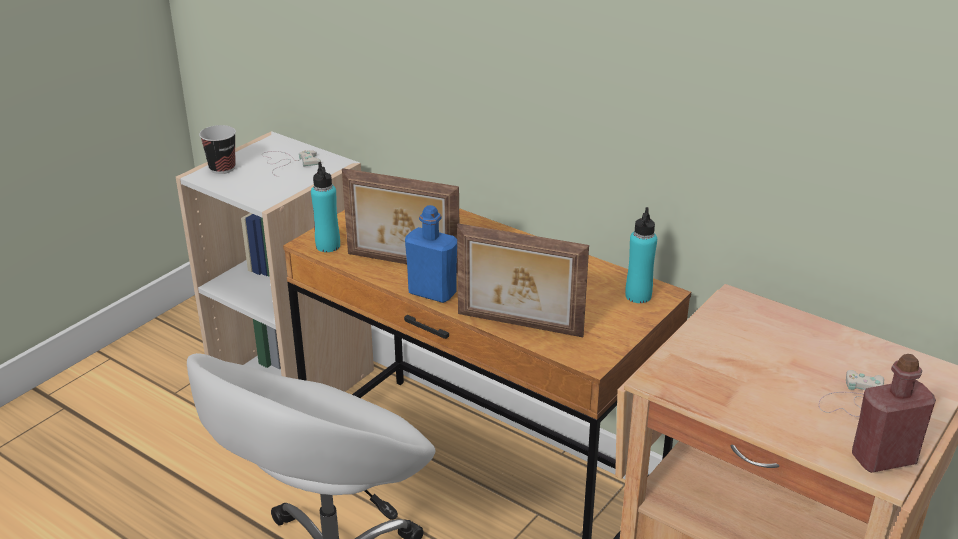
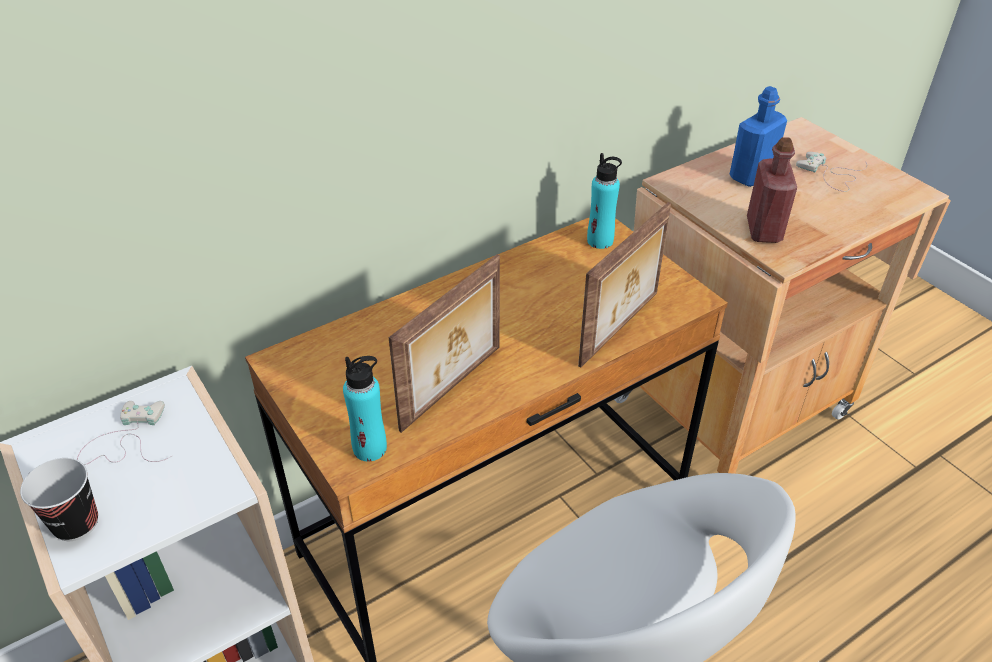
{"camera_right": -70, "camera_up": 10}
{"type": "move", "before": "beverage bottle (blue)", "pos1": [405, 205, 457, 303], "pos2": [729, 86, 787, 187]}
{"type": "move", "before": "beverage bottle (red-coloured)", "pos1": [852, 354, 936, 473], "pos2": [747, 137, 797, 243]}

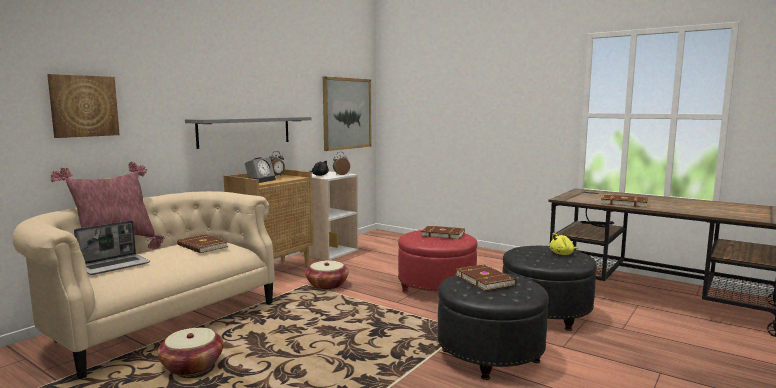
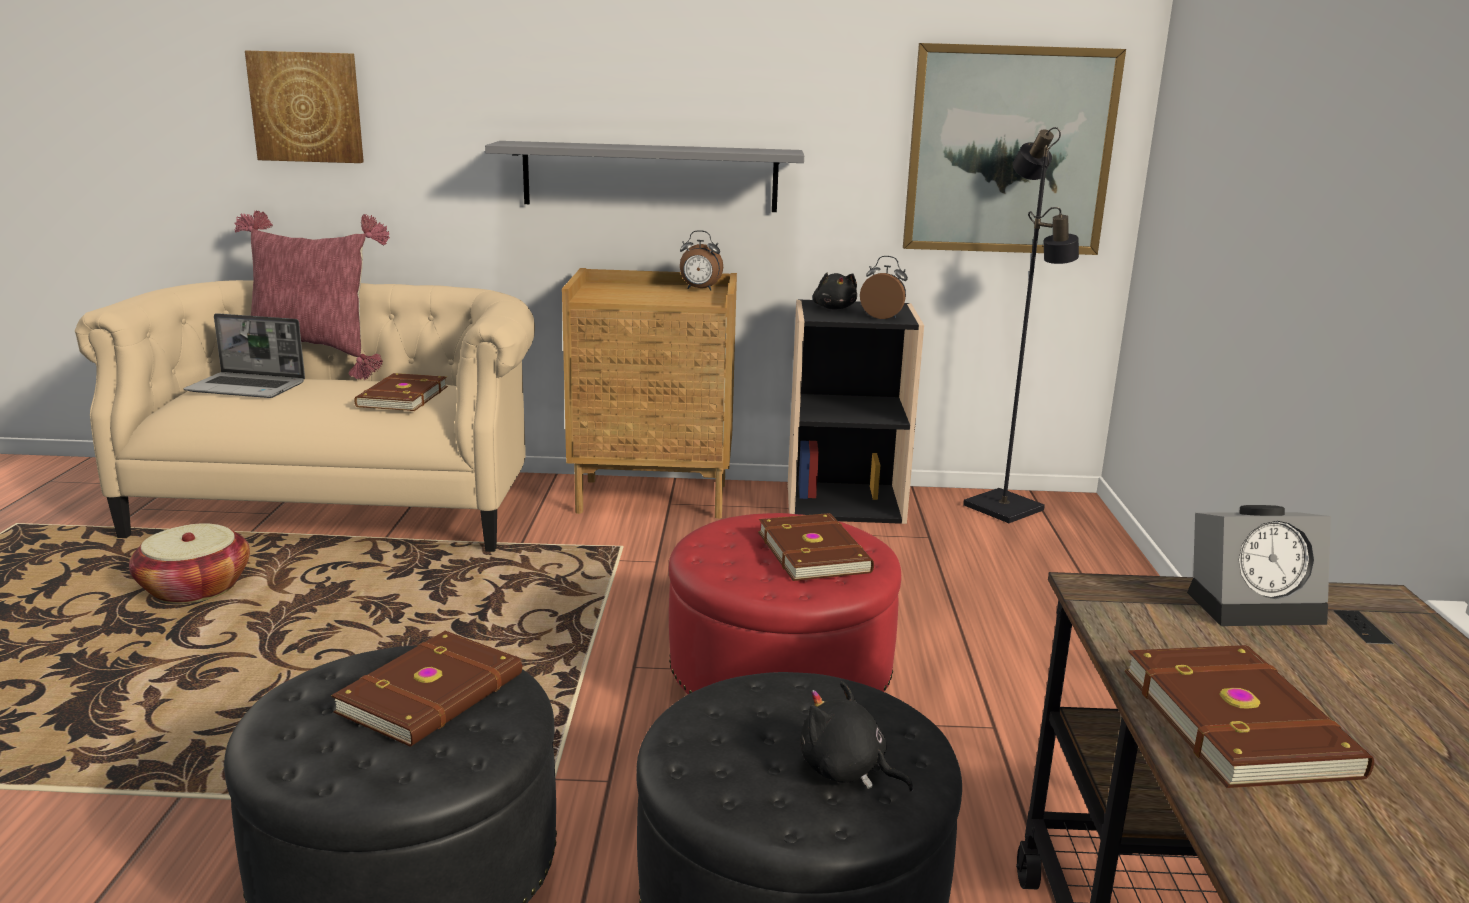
{"camera_right": 55, "camera_up": 10}
{"type": "move", "before": "bedside clock", "pos1": [245, 157, 276, 183], "pos2": [1187, 505, 1331, 626]}
{"type": "recolor", "before": "bookshelf (white)", "after": "bookshelf (black-coloured)", "pos1": [300, 171, 358, 261], "pos2": [787, 299, 924, 524]}
{"type": "delete", "before": "household basket", "pos1": [306, 261, 349, 290]}
{"type": "recolor", "before": "cuddly toy (yellow)", "after": "cuddly toy (black-coloured)", "pos1": [550, 233, 579, 255], "pos2": [800, 681, 913, 791]}
{"type": "insert", "after": "floor lamp (black-coloured)", "pos2": [963, 127, 1079, 523]}

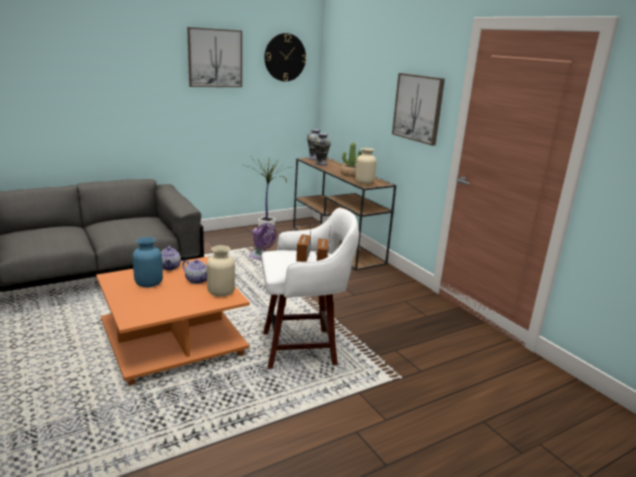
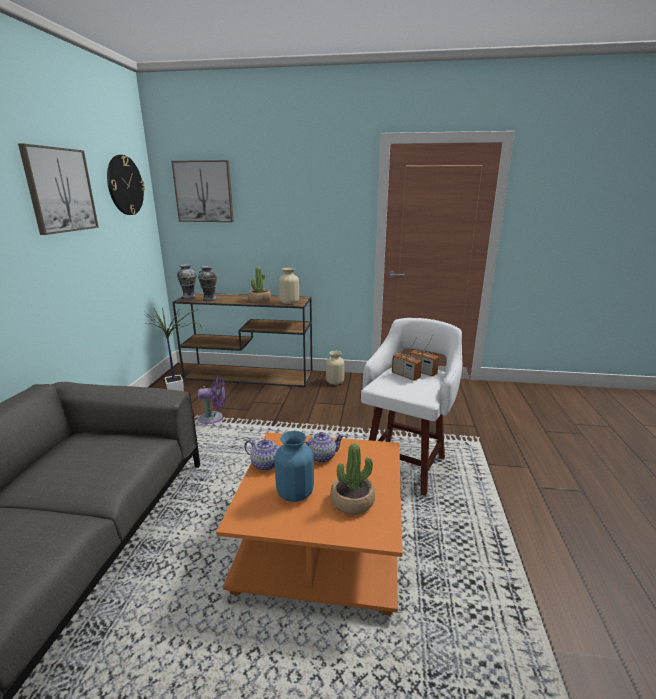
{"camera_right": -50, "camera_up": 0}
{"type": "move", "before": "vase (beige-coloured)", "pos1": [207, 245, 235, 297], "pos2": [326, 351, 345, 385]}
{"type": "move", "before": "wall art", "pos1": [392, 73, 445, 146], "pos2": [171, 160, 234, 222]}
{"type": "insert", "after": "potted plant", "pos2": [330, 443, 375, 515]}

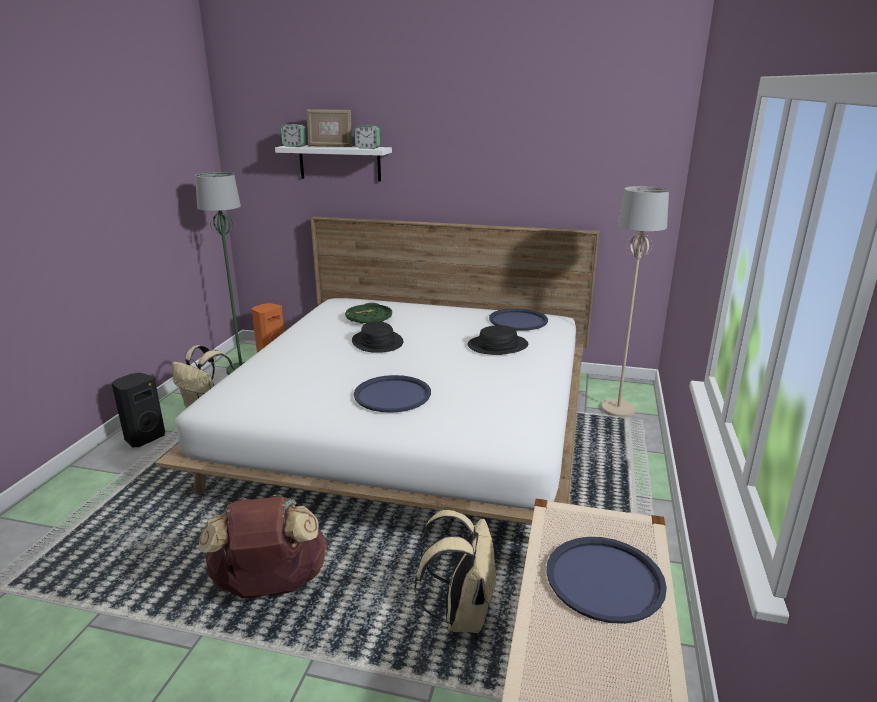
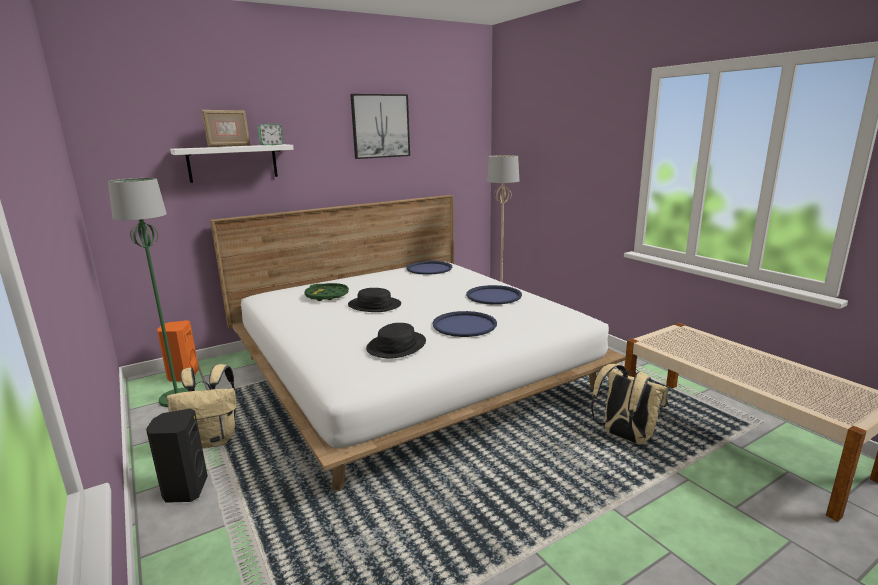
{"camera_right": -45, "camera_up": -5}
{"type": "delete", "before": "backpack (brownish)", "pos1": [199, 495, 328, 598]}
{"type": "delete", "before": "bedside clock", "pos1": [281, 124, 306, 147]}
{"type": "move", "before": "clothing hat (black-coloured)", "pos1": [468, 325, 528, 355], "pos2": [366, 323, 426, 359]}
{"type": "move", "before": "serving tray (blue)", "pos1": [547, 537, 667, 624], "pos2": [466, 285, 522, 305]}
{"type": "insert", "after": "wall art", "pos2": [350, 94, 410, 159]}

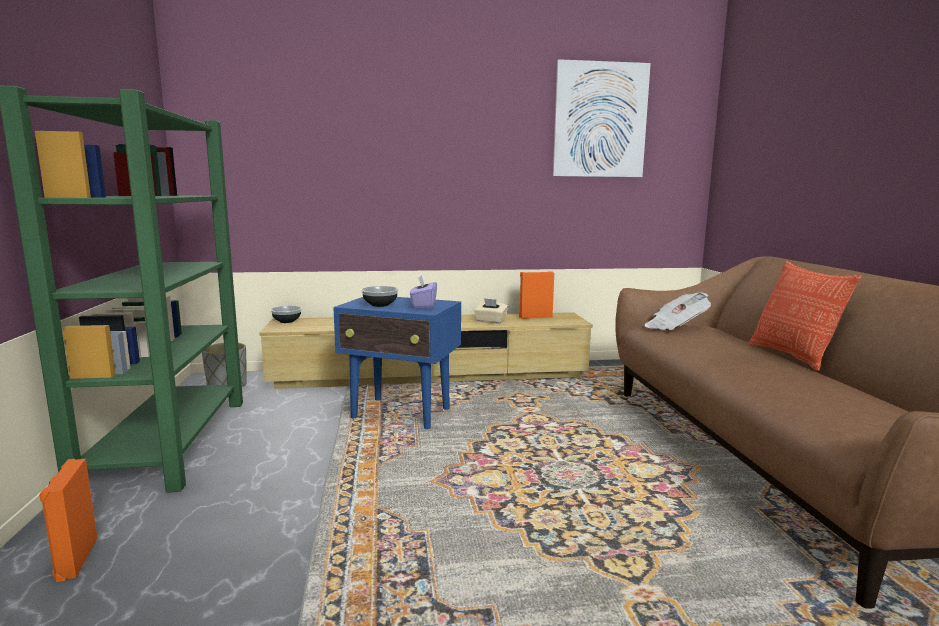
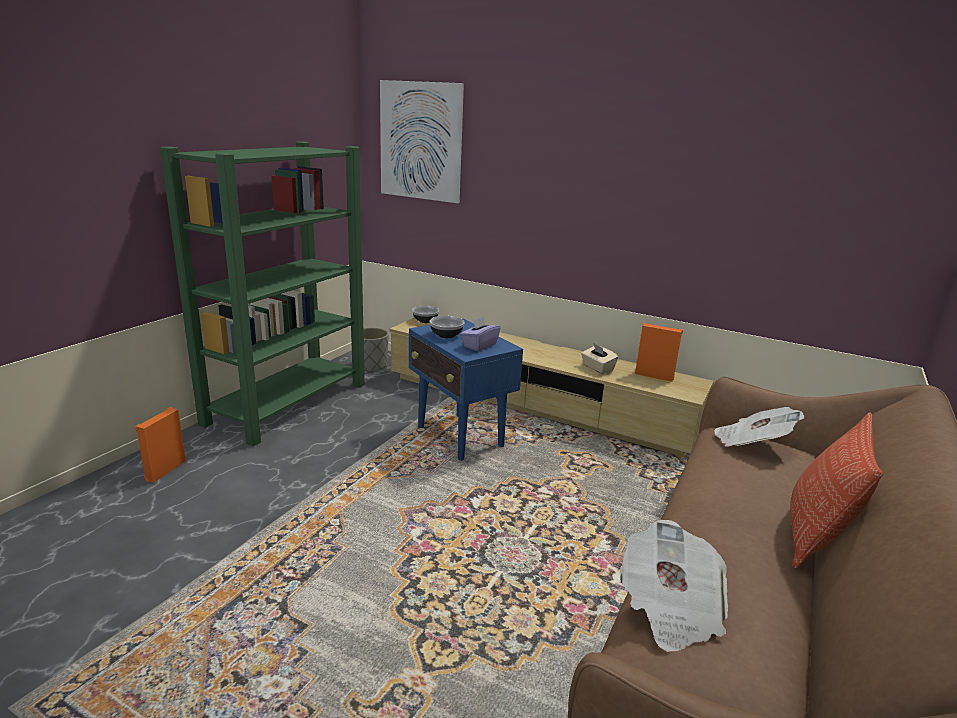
{"camera_right": 35, "camera_up": 10}
{"type": "move", "before": "wall art", "pos1": [553, 59, 651, 177], "pos2": [380, 80, 464, 203]}
{"type": "insert", "after": "printed paper", "pos2": [620, 520, 728, 652]}

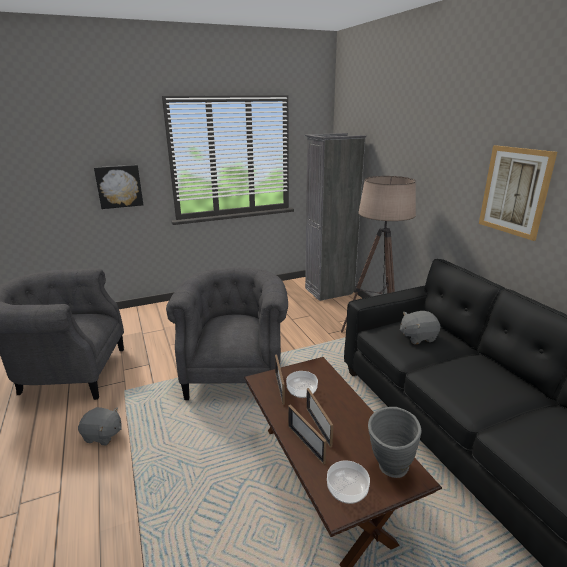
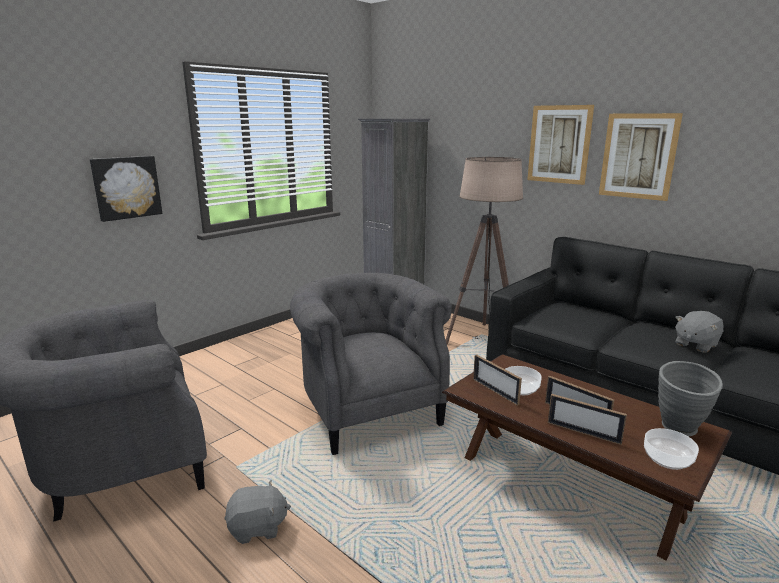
{"camera_right": -25, "camera_up": -5}
{"type": "move", "before": "cuddly toy (gray)", "pos1": [400, 311, 440, 344], "pos2": [675, 311, 724, 353]}
{"type": "insert", "after": "wall art", "pos2": [527, 105, 594, 185]}

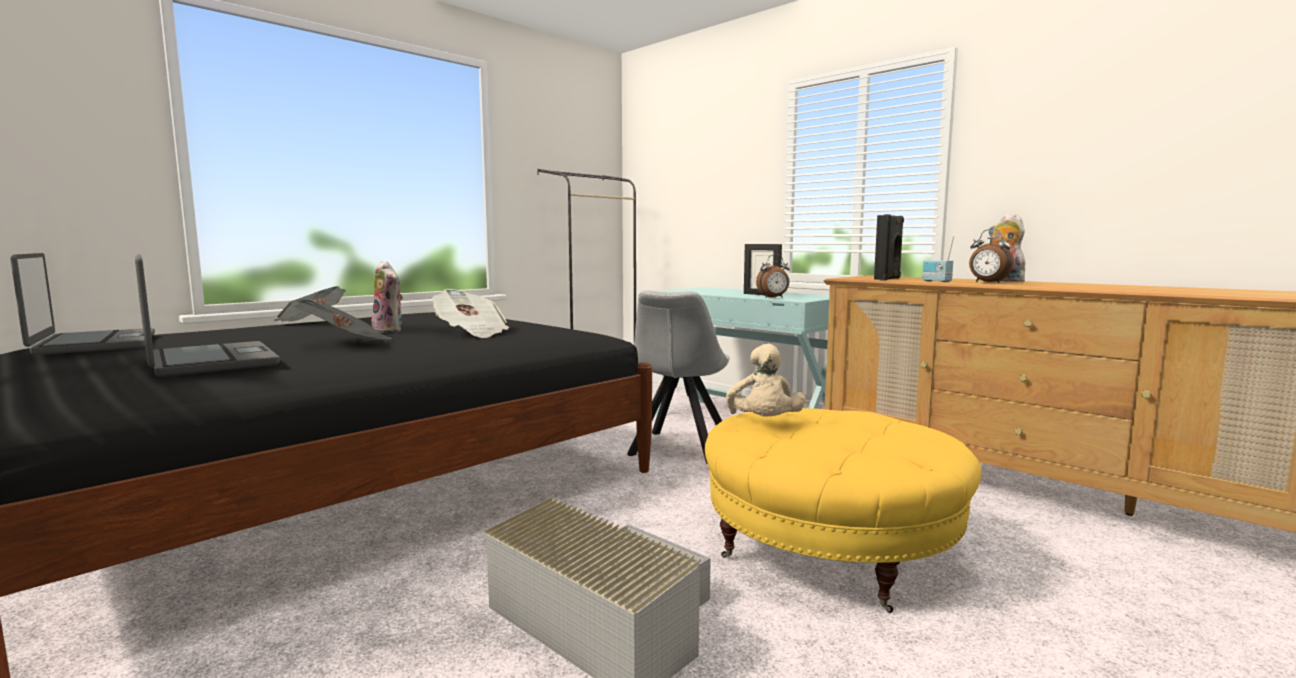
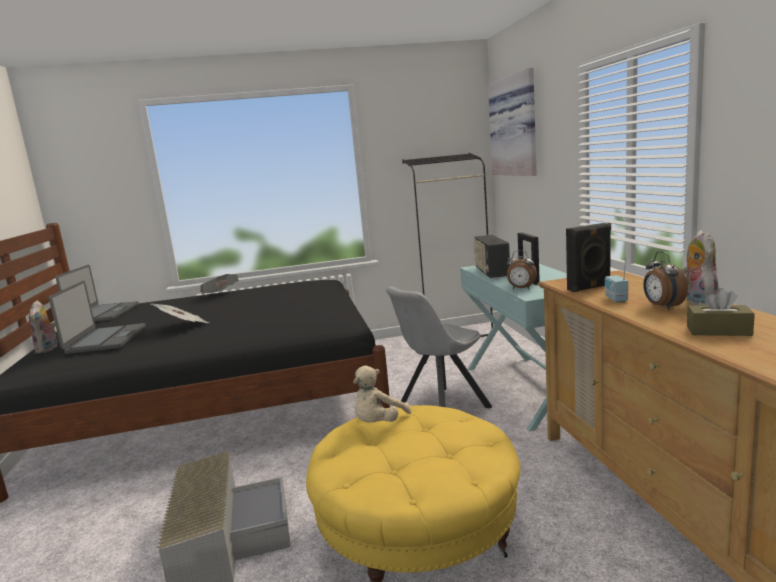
{"camera_right": 35, "camera_up": 5}
{"type": "move", "before": "cuddly toy", "pos1": [372, 261, 403, 333], "pos2": [29, 300, 57, 353]}
{"type": "delete", "before": "printed paper", "pos1": [432, 289, 509, 338]}
{"type": "insert", "after": "radio", "pos2": [473, 235, 510, 278]}
{"type": "insert", "after": "wall art", "pos2": [488, 67, 537, 176]}
{"type": "insert", "after": "tissue box (brownish)", "pos2": [687, 288, 755, 336]}

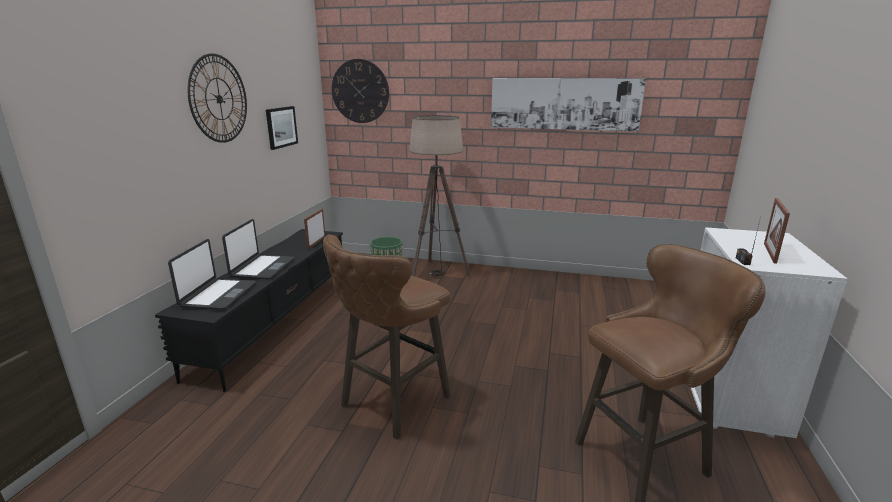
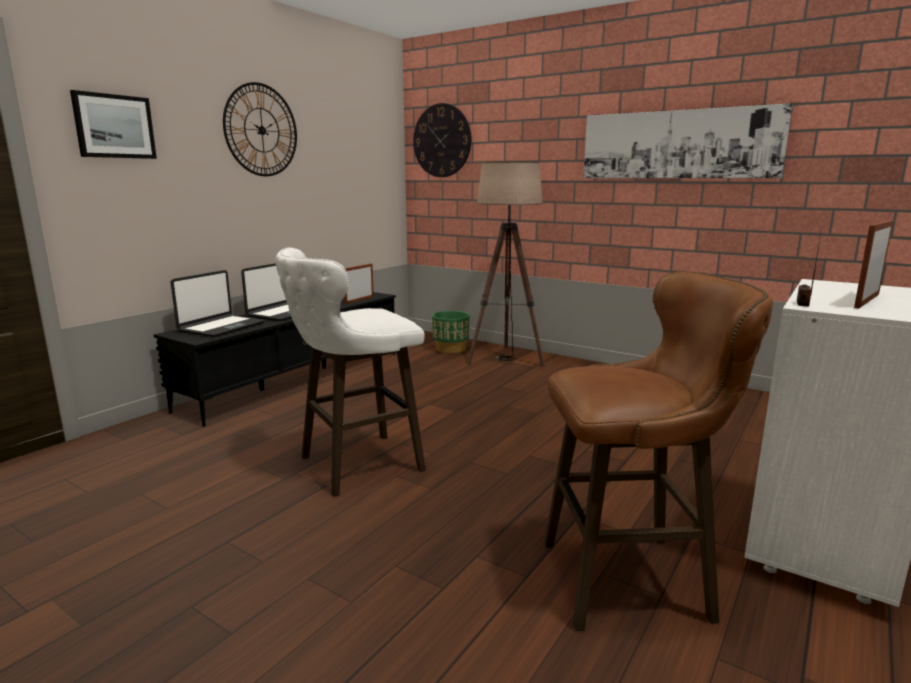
{"camera_right": 20, "camera_up": -5}
{"type": "move", "before": "wall art", "pos1": [266, 106, 298, 150], "pos2": [70, 90, 157, 159]}
{"type": "recolor", "before": "stool (brownish)", "after": "stool (white)", "pos1": [323, 234, 451, 440], "pos2": [275, 247, 426, 497]}

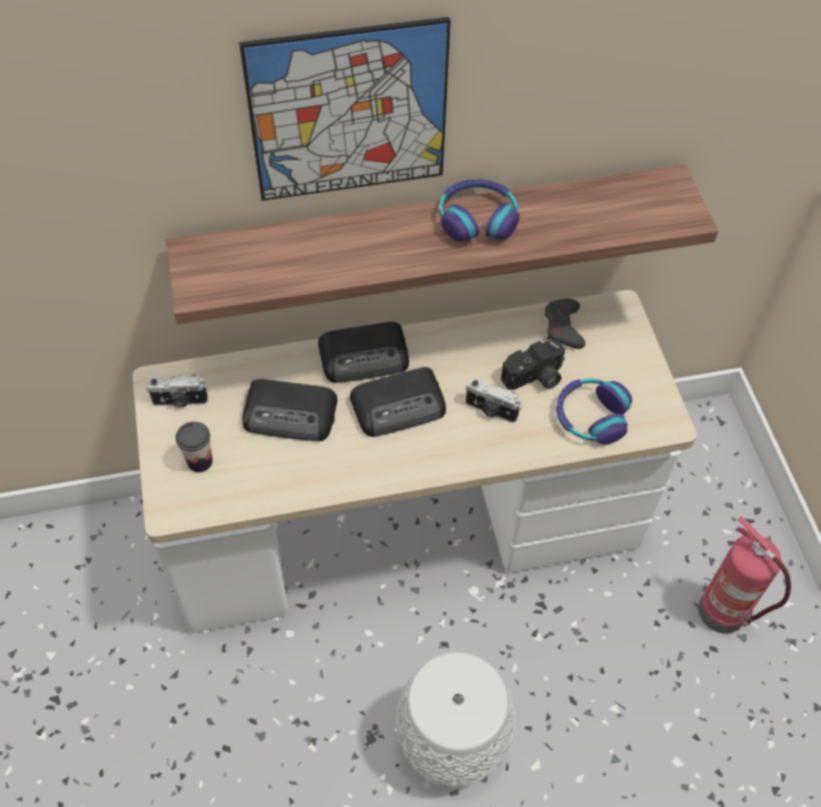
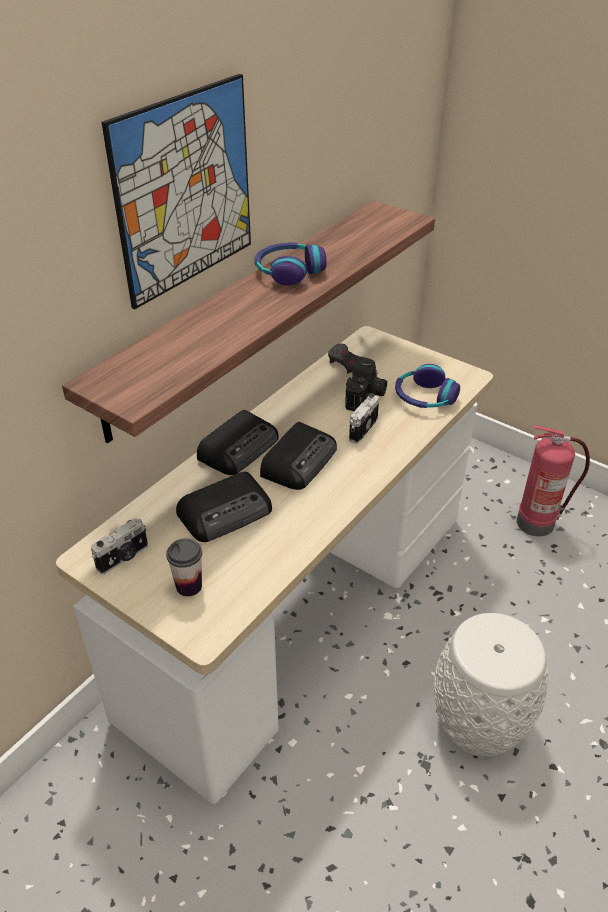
{"camera_right": -40, "camera_up": -15}
{"type": "rotate", "before": "photo camera", "pos1": [466, 378, 522, 423], "pos2": [349, 393, 379, 444], "turn": 135}

